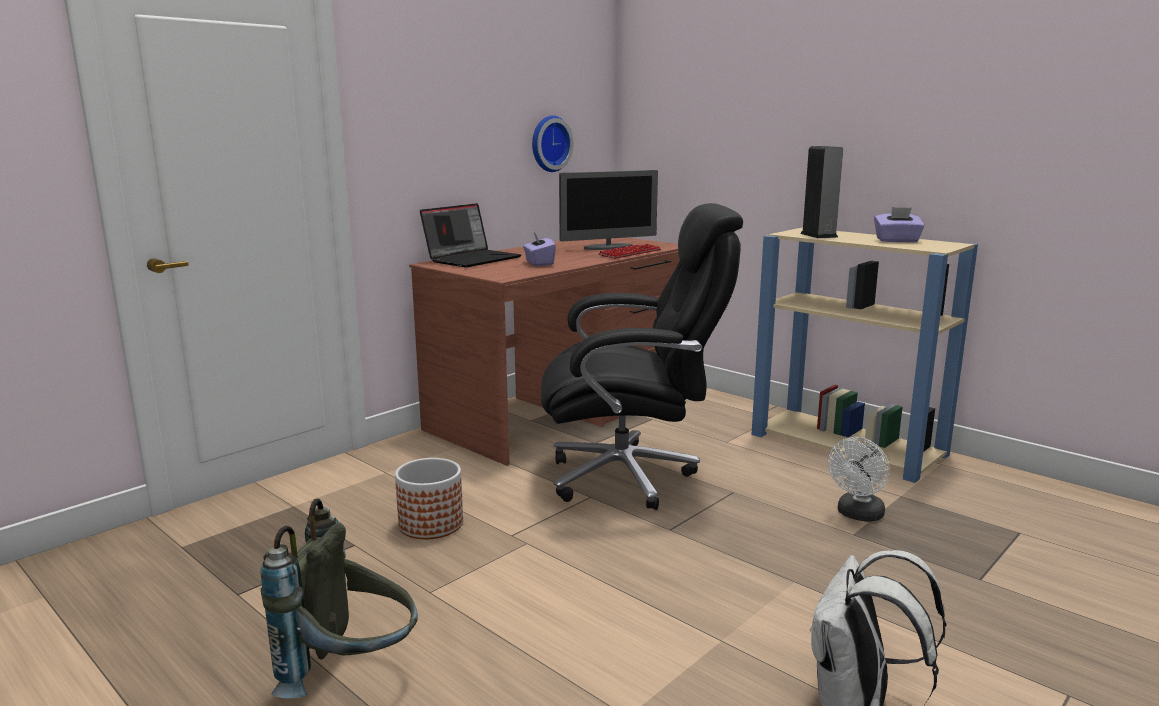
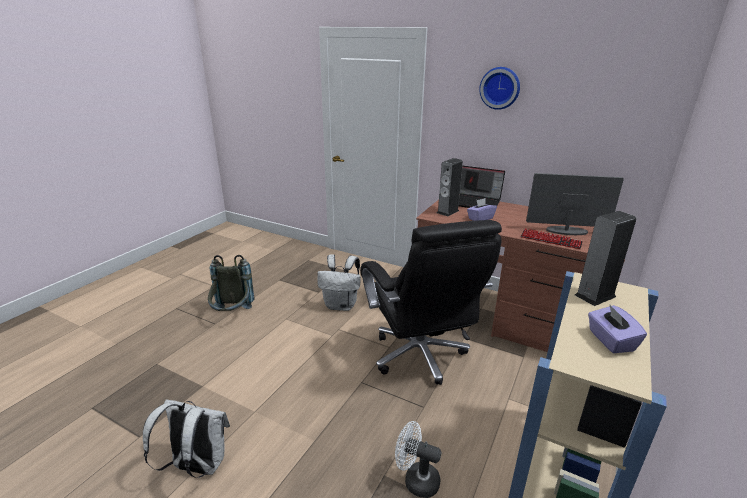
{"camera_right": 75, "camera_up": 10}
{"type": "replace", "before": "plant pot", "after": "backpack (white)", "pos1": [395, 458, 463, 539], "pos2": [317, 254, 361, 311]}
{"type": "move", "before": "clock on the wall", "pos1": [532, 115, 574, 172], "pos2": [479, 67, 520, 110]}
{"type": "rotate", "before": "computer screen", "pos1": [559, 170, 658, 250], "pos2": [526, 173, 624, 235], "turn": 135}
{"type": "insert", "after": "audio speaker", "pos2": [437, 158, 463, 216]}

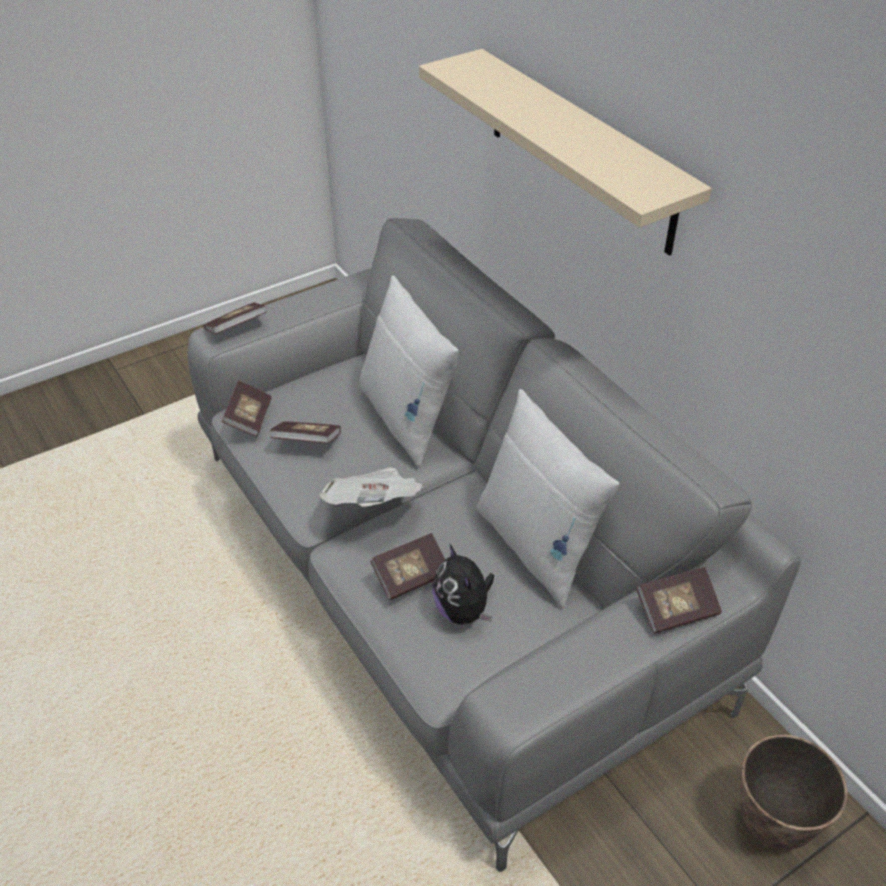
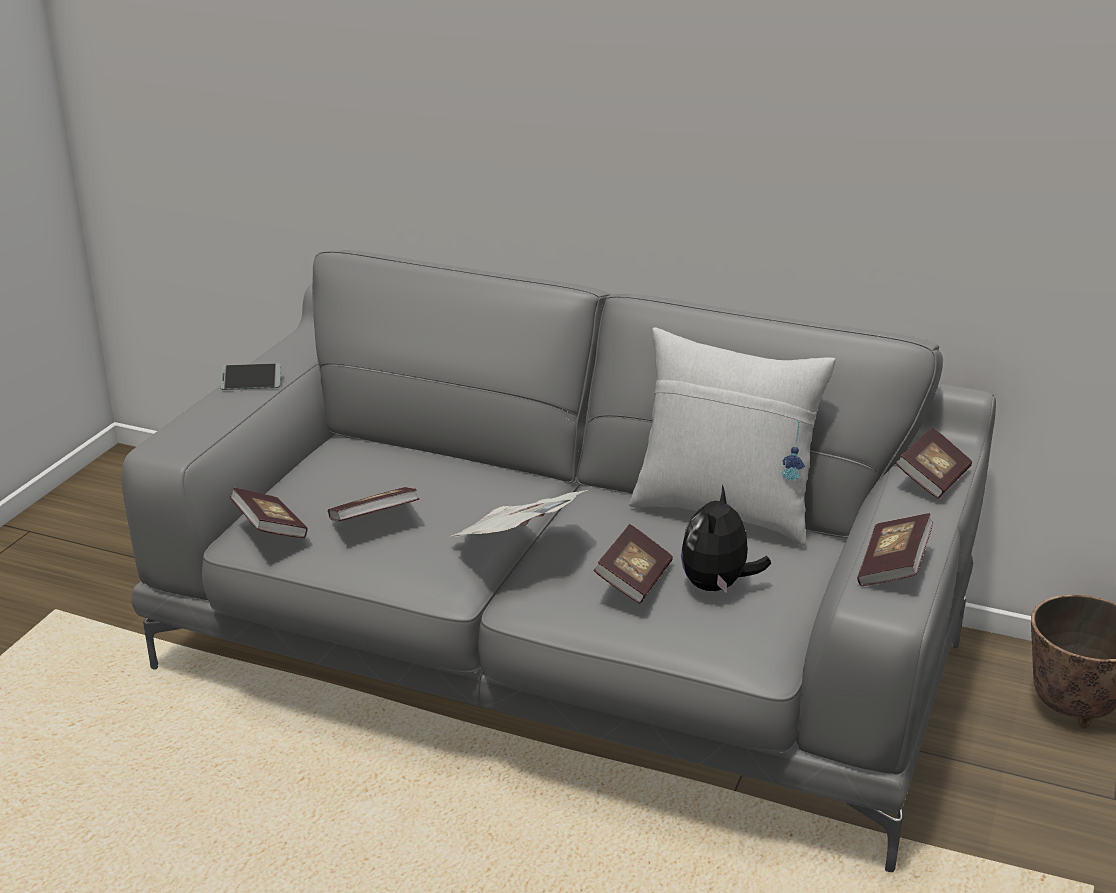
{"camera_right": -35, "camera_up": -15}
{"type": "move", "before": "volume", "pos1": [204, 302, 267, 334], "pos2": [857, 513, 933, 586]}
{"type": "delete", "before": "cushion (gray)", "pos1": [360, 275, 459, 467]}
{"type": "delete", "before": "shelf (beige-coloured)", "pos1": [419, 49, 712, 256]}
{"type": "rotate", "before": "cuddly toy", "pos1": [432, 543, 494, 625], "pos2": [681, 485, 771, 593], "turn": 75}
{"type": "insert", "after": "telephone", "pos2": [220, 363, 281, 390]}

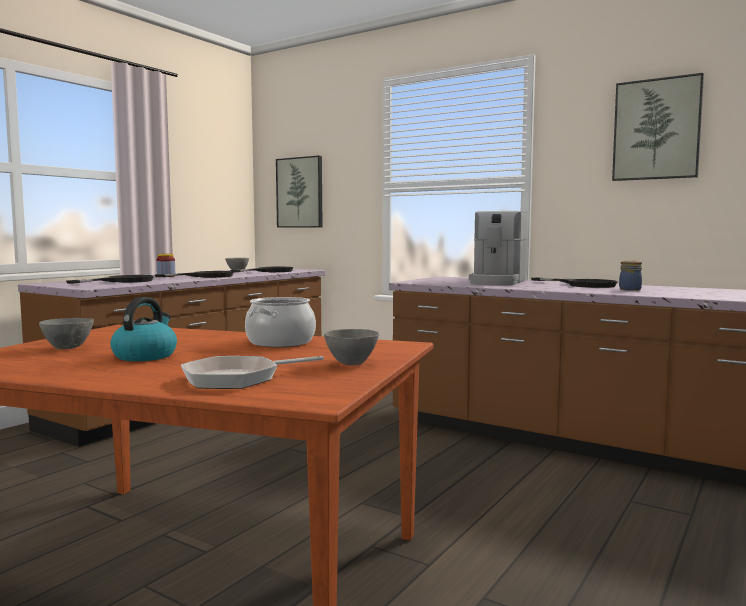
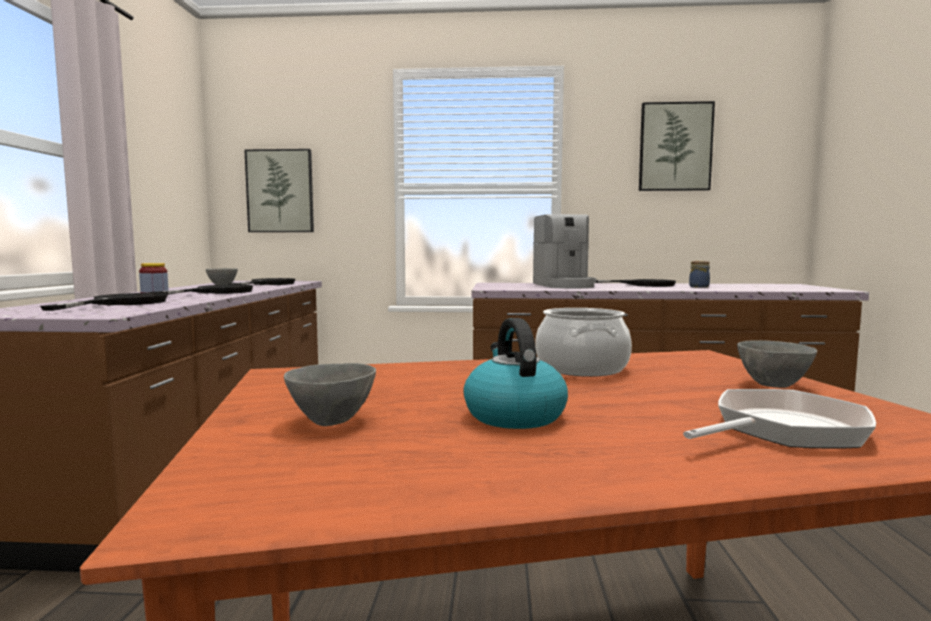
{"camera_right": -30, "camera_up": 0}
{"type": "rotate", "before": "skillet", "pos1": [181, 356, 324, 389], "pos2": [683, 389, 876, 448], "turn": -150}

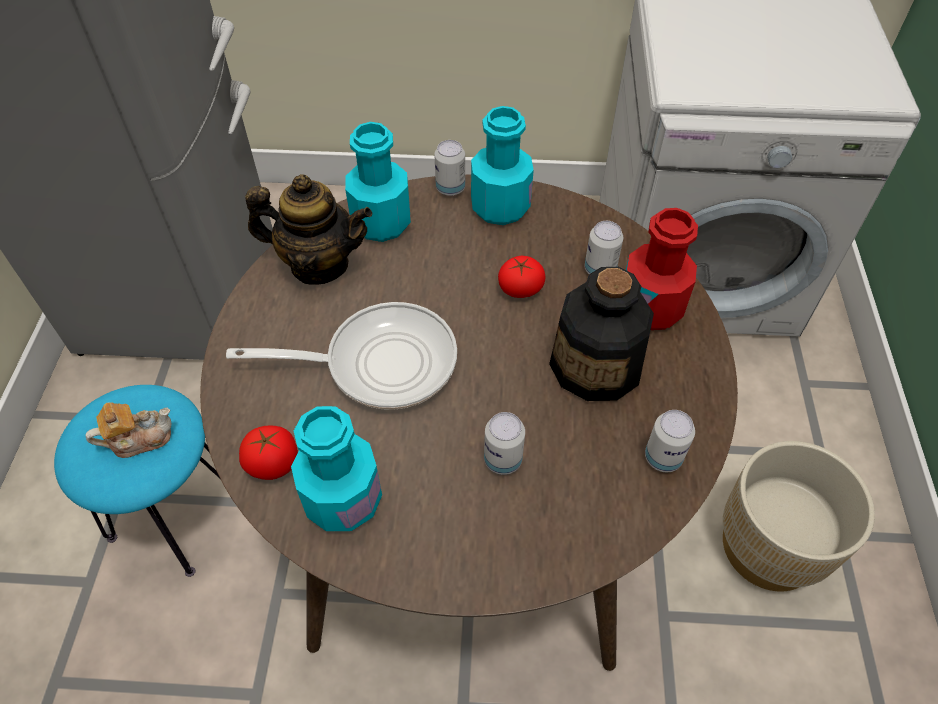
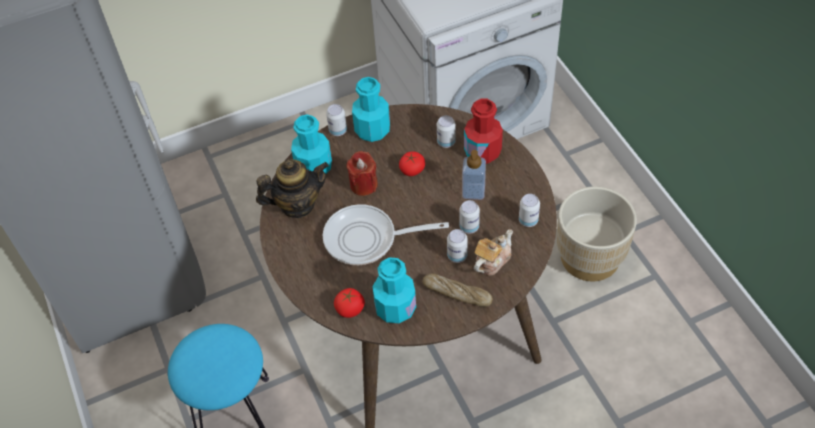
{"camera_right": -25, "camera_up": 0}
{"type": "move", "before": "teapot", "pos1": [86, 402, 172, 458], "pos2": [474, 229, 513, 276]}
{"type": "rotate", "before": "skillet", "pos1": [226, 302, 457, 410], "pos2": [323, 204, 449, 265], "turn": -150}
{"type": "replace", "before": "beverage bottle", "after": "soap bottle", "pos1": [549, 267, 654, 401], "pos2": [462, 150, 486, 200]}
{"type": "insert", "after": "wax light (red-coloured)", "pos2": [347, 151, 378, 196]}
{"type": "insert", "after": "bakery bread", "pos2": [422, 274, 493, 307]}
{"type": "insert", "after": "metal can", "pos2": [459, 200, 480, 234]}

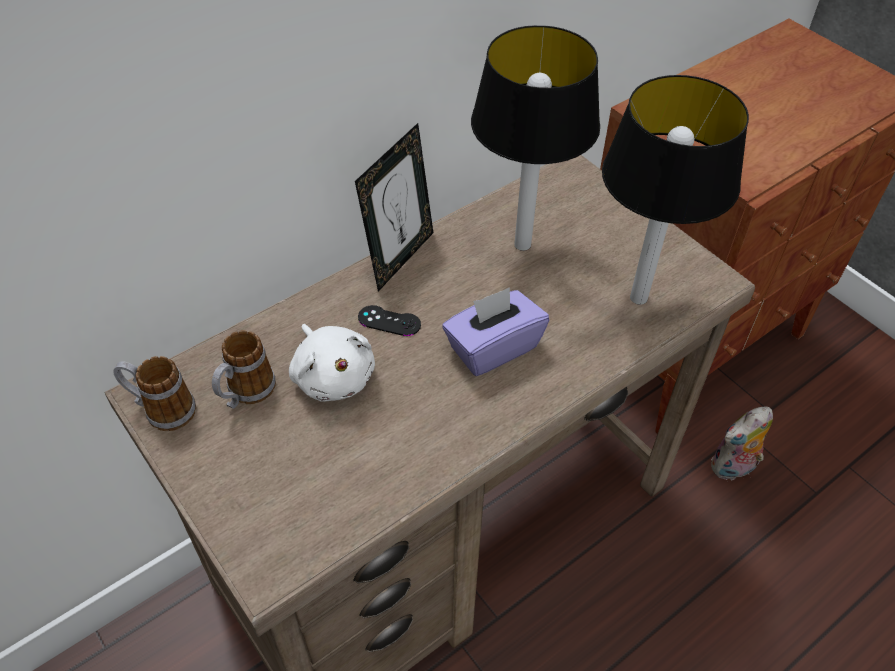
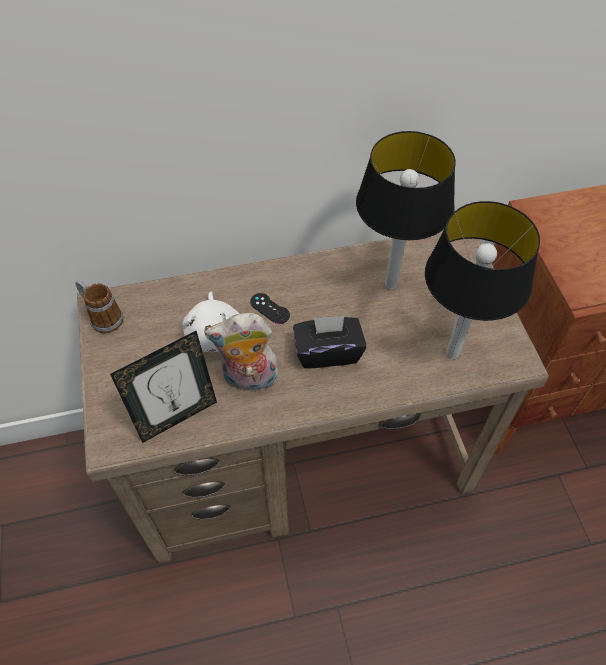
{"camera_right": 25, "camera_up": 5}
{"type": "delete", "before": "tea mug", "pos1": [212, 330, 276, 409]}
{"type": "move", "before": "picture frame", "pos1": [355, 123, 433, 292], "pos2": [110, 331, 217, 443]}
{"type": "recolor", "before": "tissue box (purple-coloured)", "after": "tissue box (black-coloured)", "pos1": [442, 287, 549, 376], "pos2": [293, 316, 367, 368]}
{"type": "move", "before": "cuddly toy", "pos1": [711, 407, 773, 480], "pos2": [205, 313, 279, 392]}

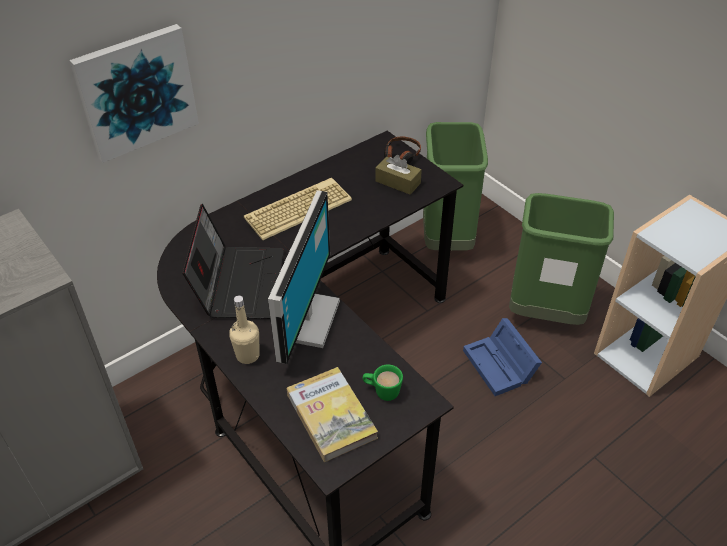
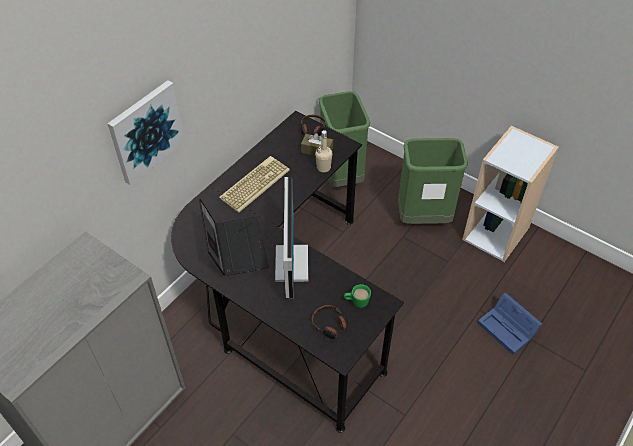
{"camera_right": -15, "camera_up": 5}
{"type": "move", "before": "beverage bottle (beige-coloured)", "pos1": [229, 296, 260, 364], "pos2": [315, 130, 332, 172]}
{"type": "replace", "before": "volume", "after": "headphones", "pos1": [287, 367, 378, 462], "pos2": [312, 305, 349, 339]}
{"type": "move", "before": "storage box (blue)", "pos1": [463, 318, 542, 396], "pos2": [478, 293, 542, 355]}

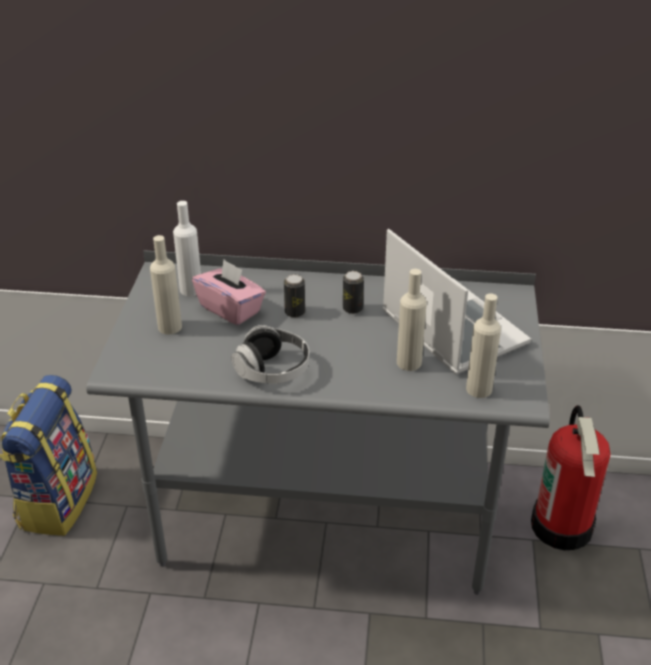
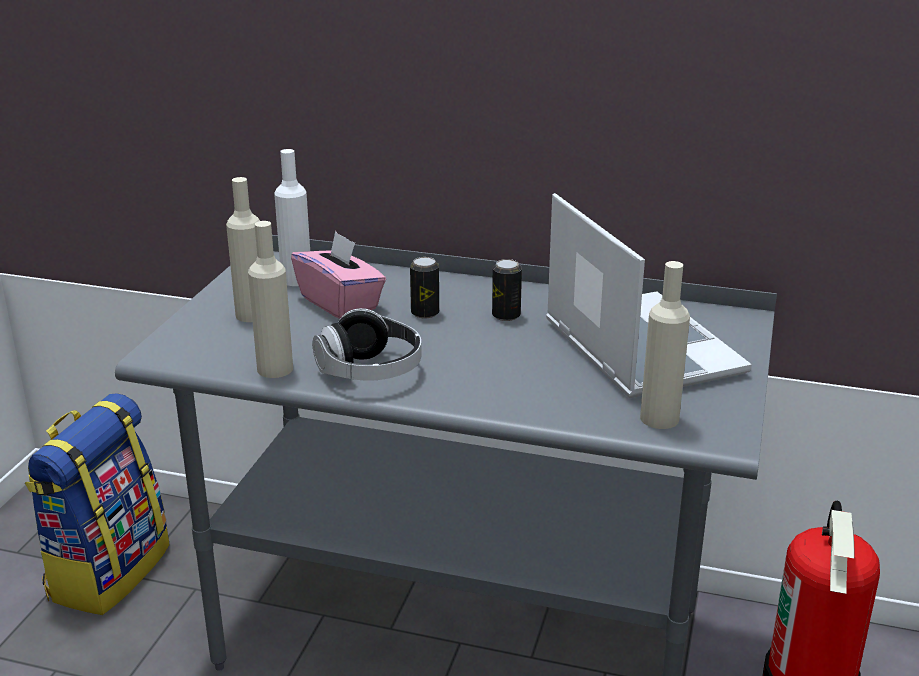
{"camera_right": 10, "camera_up": -10}
{"type": "move", "before": "beverage bottle (beige-coloured)", "pos1": [397, 269, 427, 371], "pos2": [248, 221, 293, 378]}

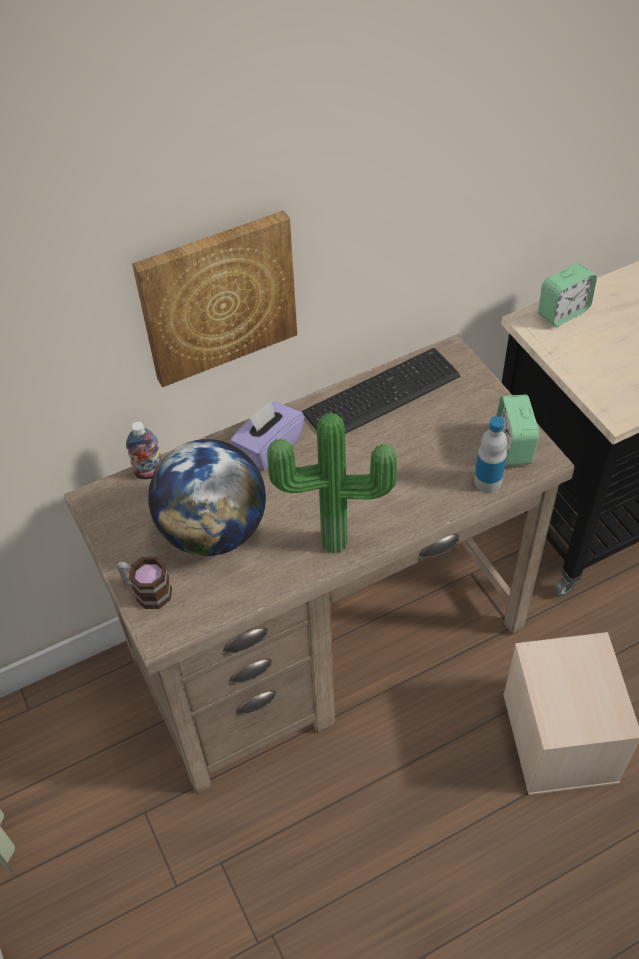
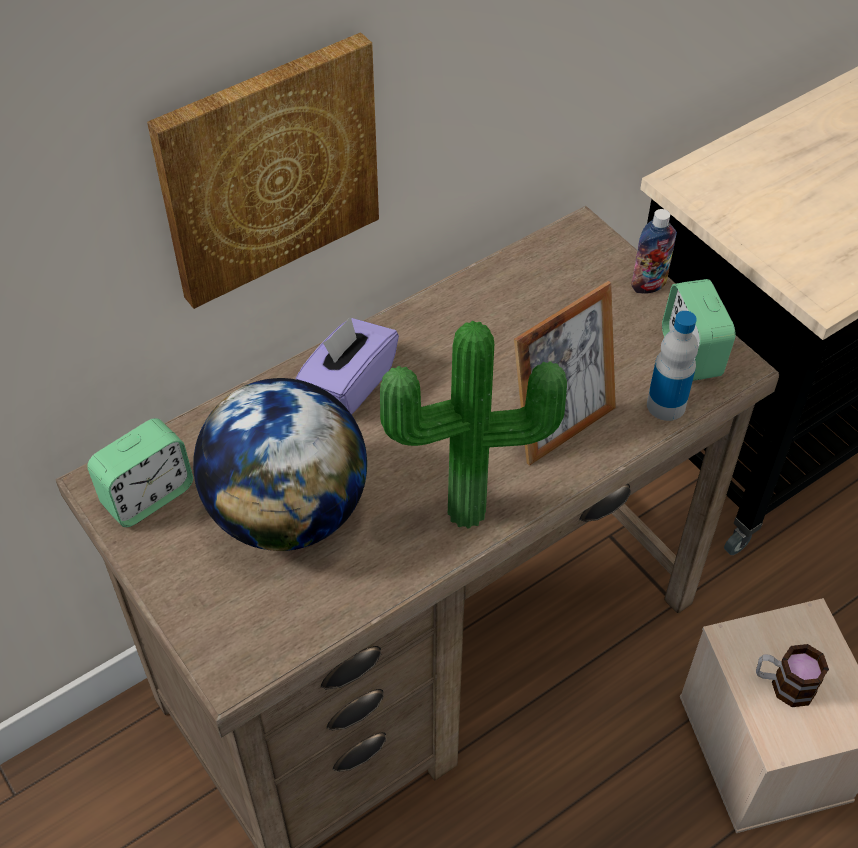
{"camera_right": -10, "camera_up": 0}
{"type": "move", "before": "tea mug", "pos1": [117, 556, 172, 609], "pos2": [756, 644, 829, 707]}
{"type": "move", "before": "beverage bottle", "pos1": [126, 421, 162, 479], "pos2": [631, 209, 677, 294]}
{"type": "delete", "before": "keyboard", "pos1": [302, 348, 460, 434]}
{"type": "move", "before": "bedside clock", "pos1": [538, 263, 597, 327], "pos2": [87, 418, 193, 527]}
{"type": "insert", "after": "picture frame", "pos2": [514, 281, 616, 466]}

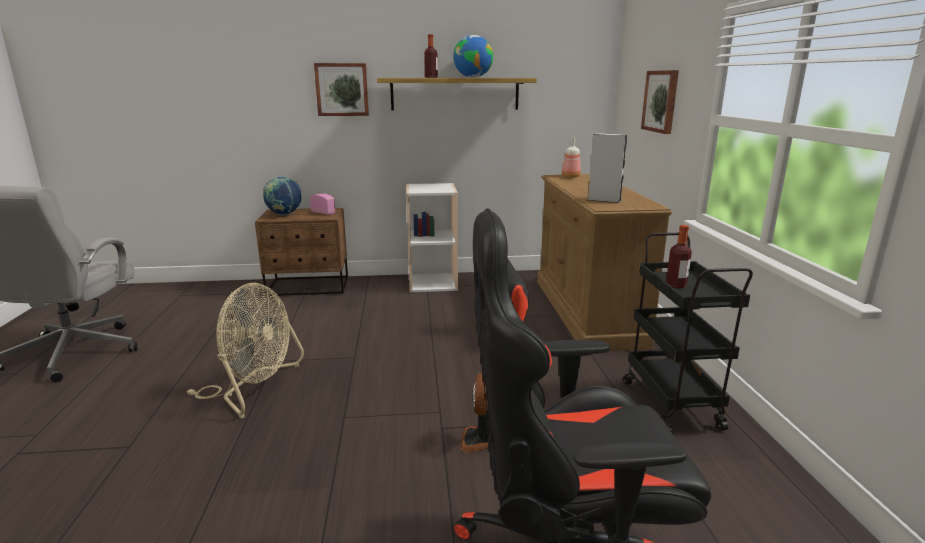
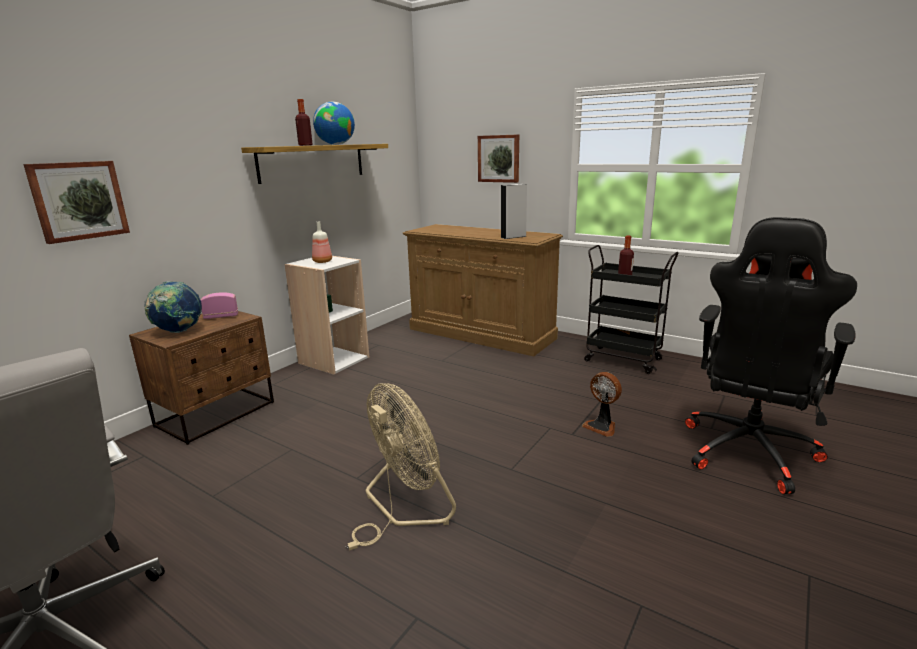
{"camera_right": -50, "camera_up": 0}
{"type": "move", "before": "wall art", "pos1": [314, 63, 369, 116], "pos2": [23, 161, 130, 244]}
{"type": "move", "before": "beverage bottle", "pos1": [562, 137, 581, 178], "pos2": [312, 221, 332, 263]}

